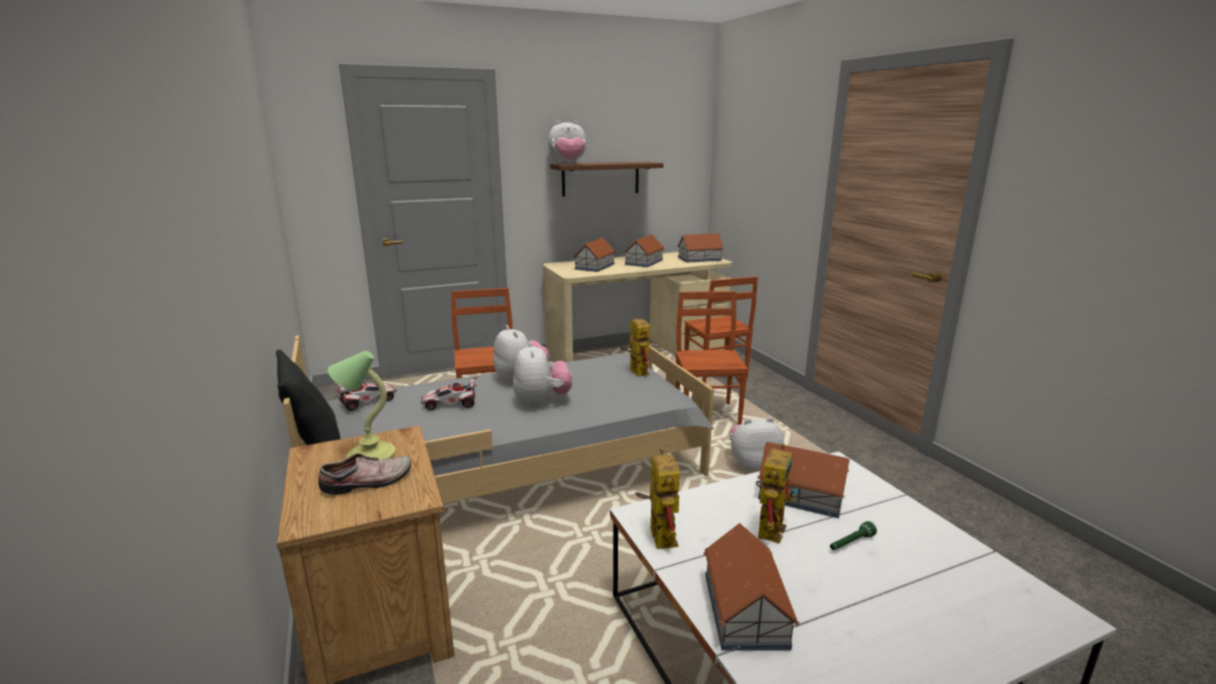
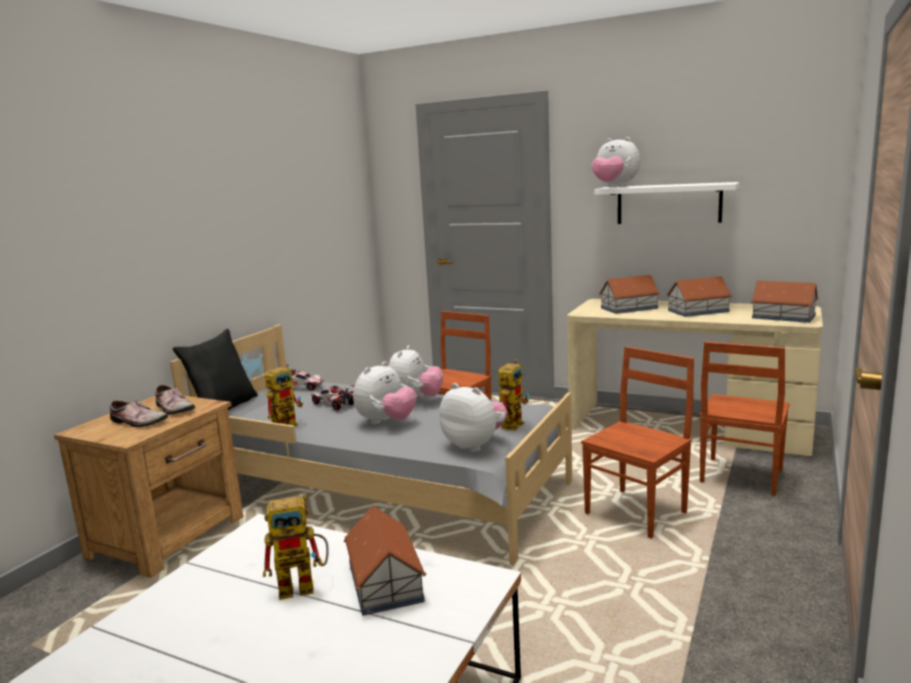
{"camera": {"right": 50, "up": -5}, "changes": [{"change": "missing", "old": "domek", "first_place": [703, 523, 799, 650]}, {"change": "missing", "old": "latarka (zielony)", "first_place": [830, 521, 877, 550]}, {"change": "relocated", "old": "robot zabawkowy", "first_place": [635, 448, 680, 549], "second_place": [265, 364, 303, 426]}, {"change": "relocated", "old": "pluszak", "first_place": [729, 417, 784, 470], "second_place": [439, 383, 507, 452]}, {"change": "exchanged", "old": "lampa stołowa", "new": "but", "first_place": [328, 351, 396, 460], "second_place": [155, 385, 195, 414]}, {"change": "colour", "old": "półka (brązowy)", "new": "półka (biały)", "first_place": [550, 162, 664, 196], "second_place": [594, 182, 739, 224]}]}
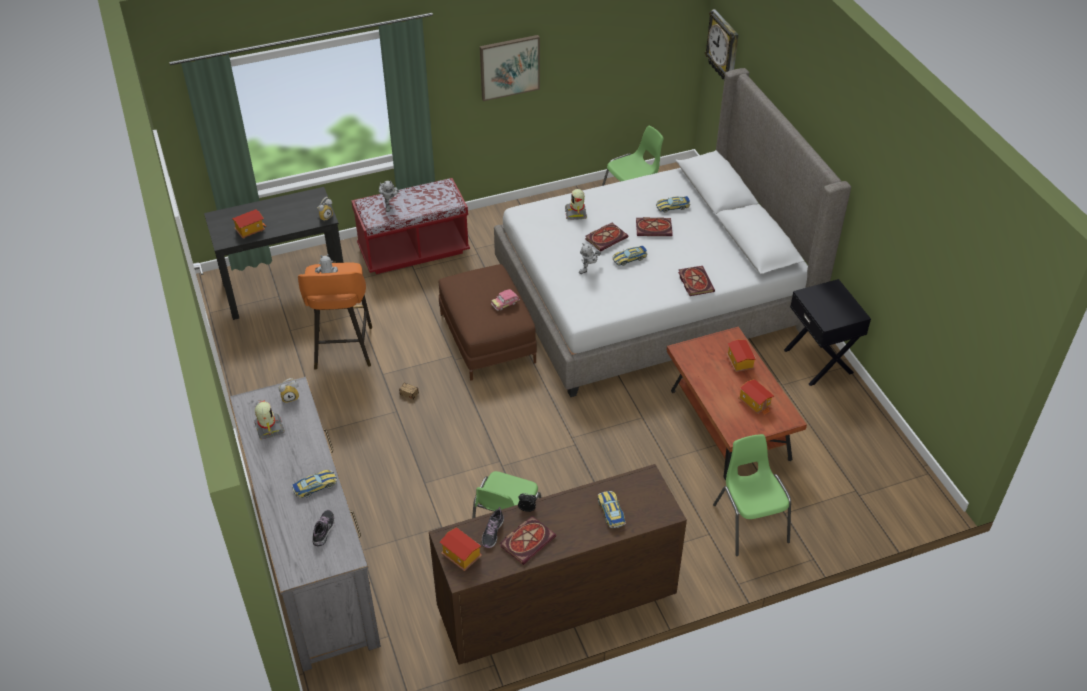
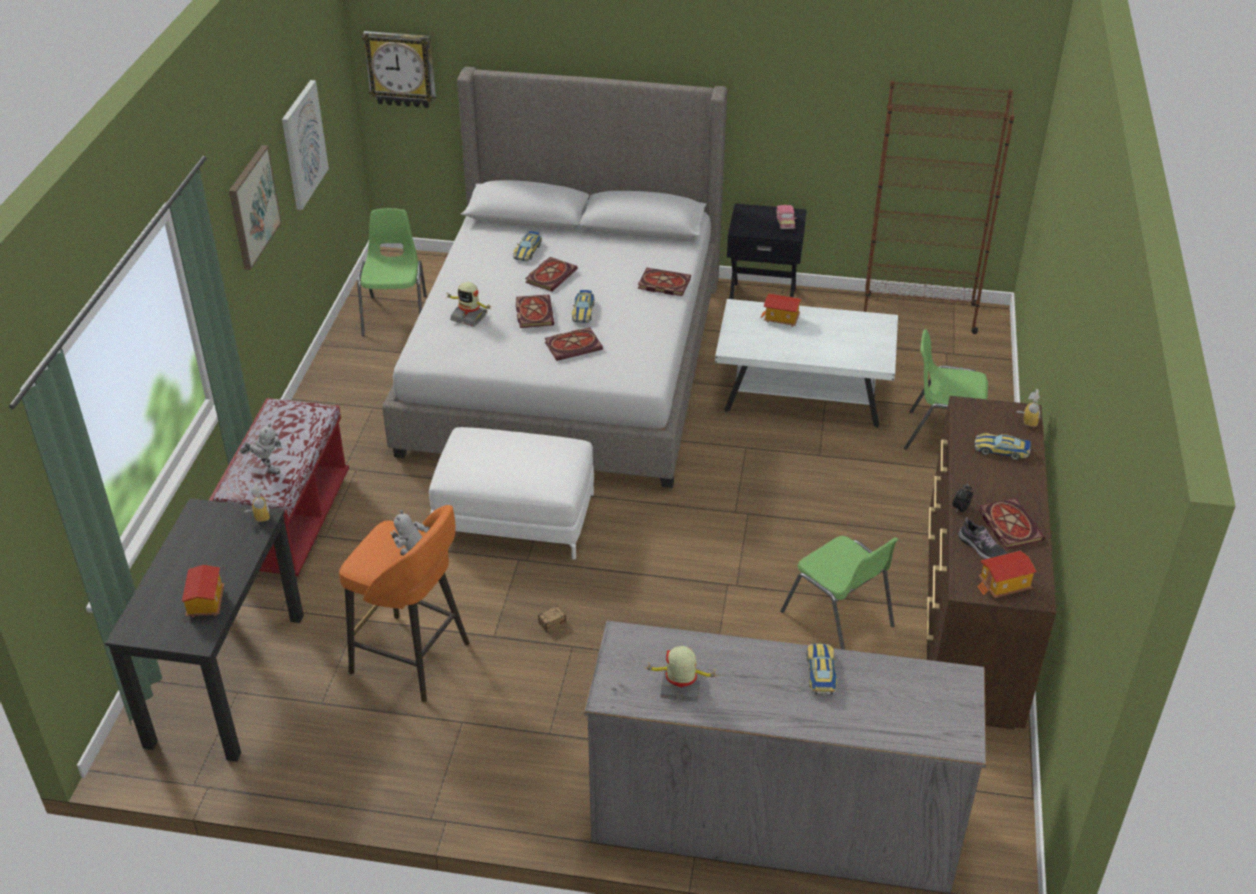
{"camera": {"right": -60, "up": -5}, "changes": [{"change": "missing", "old": "but", "first_place": [313, 510, 335, 546]}, {"change": "missing", "old": "domek", "first_place": [738, 379, 774, 415]}, {"change": "appeared", "new": "obraz", "second_place": [282, 80, 329, 210]}, {"change": "appeared", "new": "regał (brązowy)", "second_place": [864, 81, 1015, 334]}, {"change": "relocated", "old": "budzik", "first_place": [279, 378, 299, 403], "second_place": [1017, 389, 1040, 428]}, {"change": "relocated", "old": "samochodzik", "first_place": [491, 289, 520, 311], "second_place": [776, 205, 797, 229]}, {"change": "exchanged", "old": "robot zabawkowy", "new": "książka", "first_place": [579, 243, 601, 274], "second_place": [545, 327, 603, 361]}, {"change": "colour", "old": "pufa (brązowy)", "new": "pufa (biały)", "first_place": [439, 264, 537, 381], "second_place": [429, 427, 594, 560]}, {"change": "colour", "old": "ława (brązowy)", "new": "ława (biały)", "first_place": [666, 326, 807, 481], "second_place": [715, 299, 898, 428]}]}
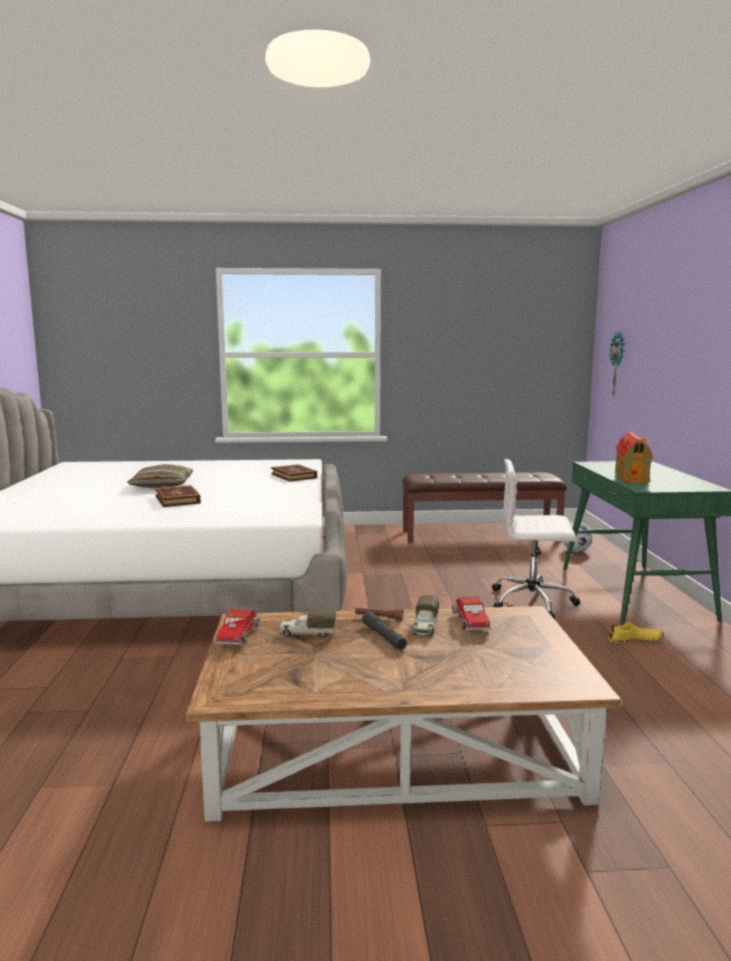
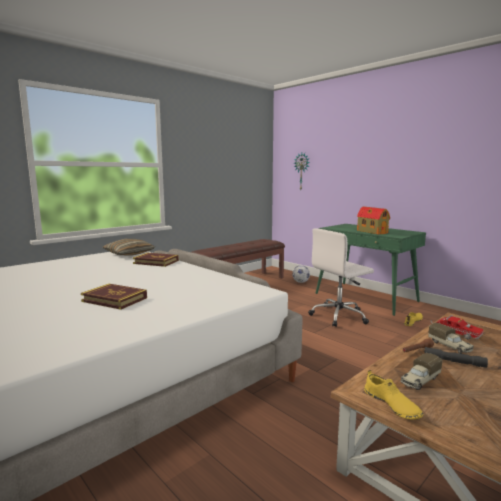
{"camera": {"right": -40, "up": 0}, "changes": [{"change": "relocated", "old": "poduszka", "first_place": [127, 464, 193, 489], "second_place": [102, 239, 155, 256]}, {"change": "exchanged", "old": "ciężarówka zabawkowa", "new": "but (żółty)", "first_place": [215, 608, 260, 645], "second_place": [364, 370, 423, 419]}]}
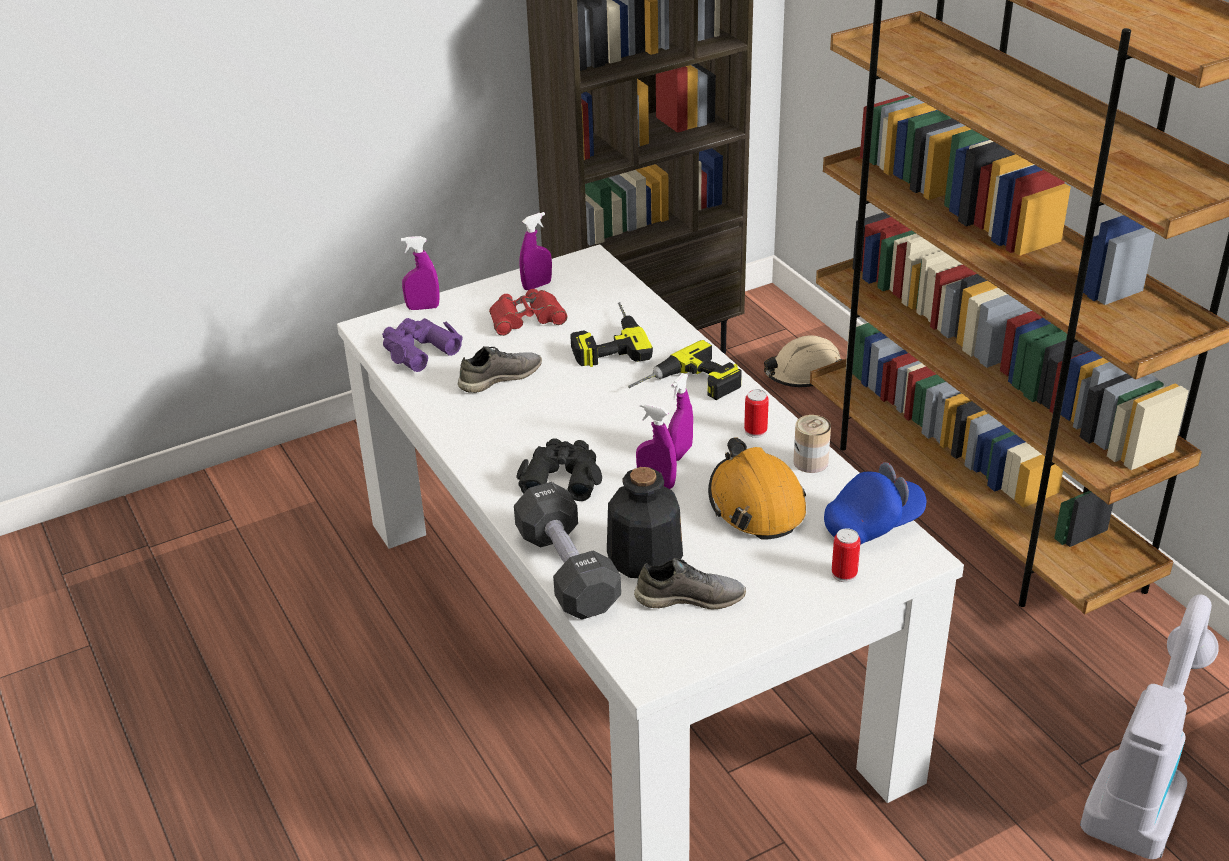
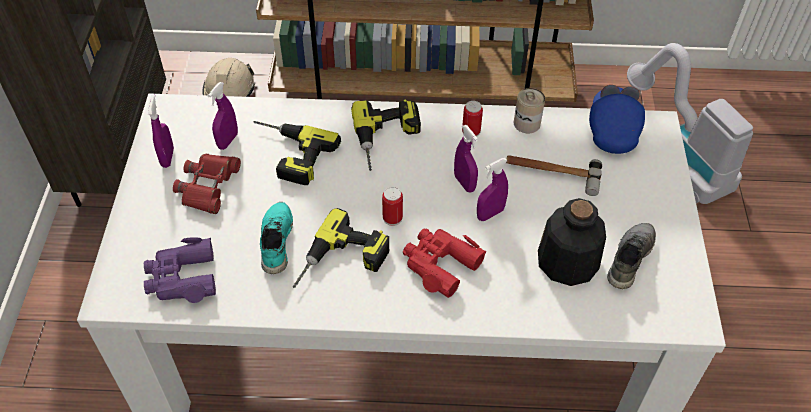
{"camera": {"right": -60, "up": 15}, "changes": [{"change": "missing", "old": "hantel (czarny)", "first_place": [514, 482, 621, 620]}, {"change": "appeared", "new": "wiertarka", "second_place": [293, 208, 389, 288]}, {"change": "relocated", "old": "spryskiwacz (fioletowy)", "first_place": [401, 236, 440, 310], "second_place": [208, 82, 238, 150]}, {"change": "relocated", "old": "puszka", "first_place": [832, 528, 861, 582], "second_place": [382, 187, 403, 226]}, {"change": "exchanged", "old": "kask (pomarańczowy)", "new": "młotek", "first_place": [708, 437, 806, 540], "second_place": [506, 155, 602, 196]}, {"change": "colour", "old": "but (szary)", "new": "but (turkusowy)", "first_place": [458, 346, 542, 393], "second_place": [260, 202, 293, 274]}, {"change": "colour", "old": "lornetka (czarny)", "new": "lornetka (czerwony)", "first_place": [516, 438, 602, 501], "second_place": [403, 229, 486, 298]}]}
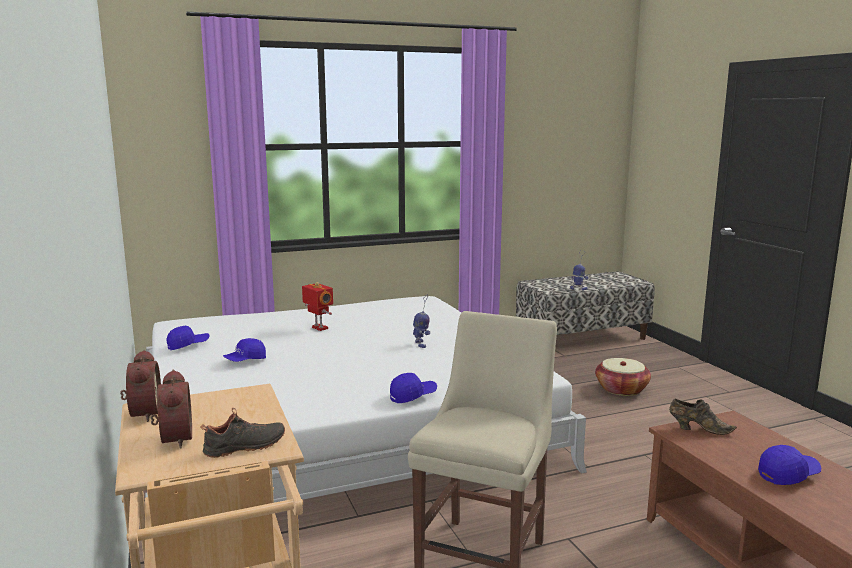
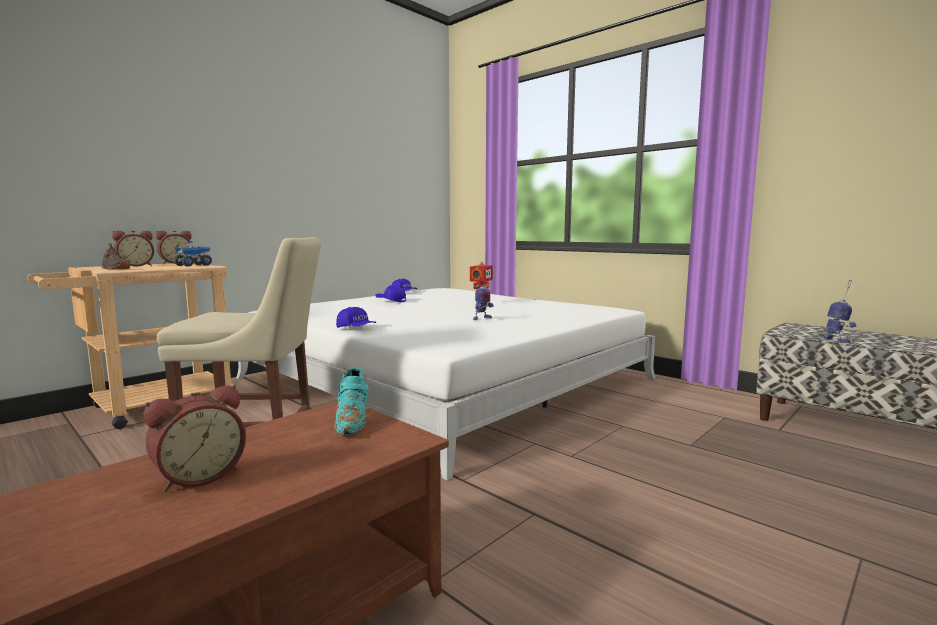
{"camera": {"right": 65, "up": -5}, "changes": [{"change": "missing", "old": "koszyk", "first_place": [595, 358, 651, 396]}, {"change": "appeared", "new": "ciężarówka zabawkowa", "second_place": [174, 240, 212, 267]}, {"change": "exchanged", "old": "czapka z daszkiem (niebieski)", "new": "budzik", "first_place": [758, 445, 821, 485], "second_place": [144, 385, 246, 492]}, {"change": "colour", "old": "but (brązowy)", "new": "but (turkusowy)", "first_place": [669, 399, 737, 435], "second_place": [334, 368, 369, 435]}]}
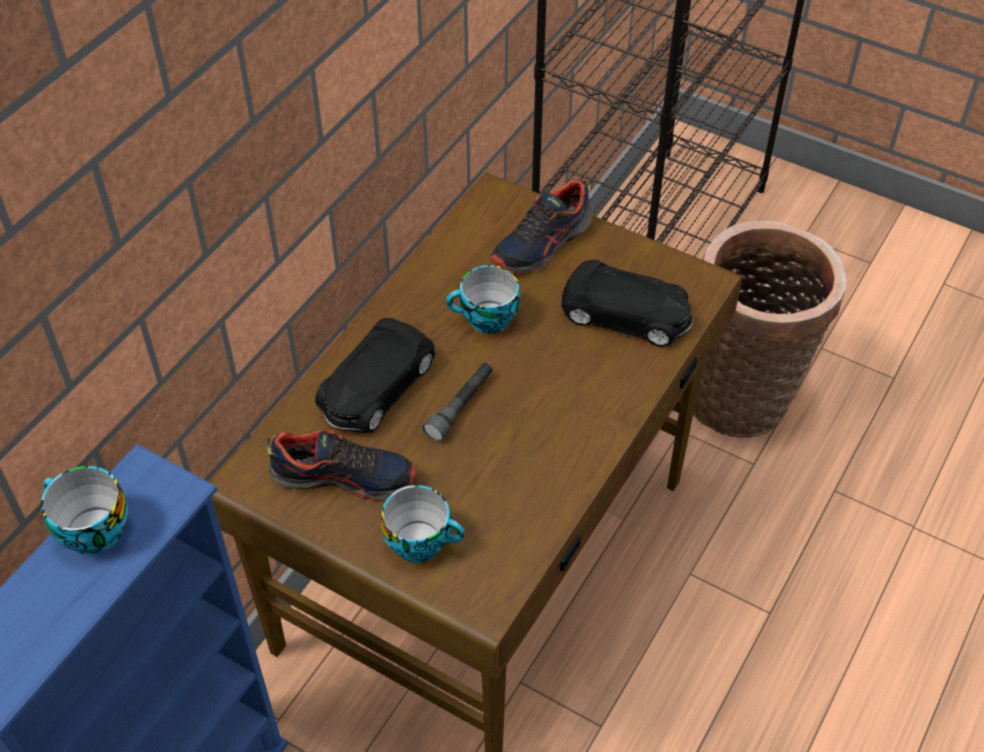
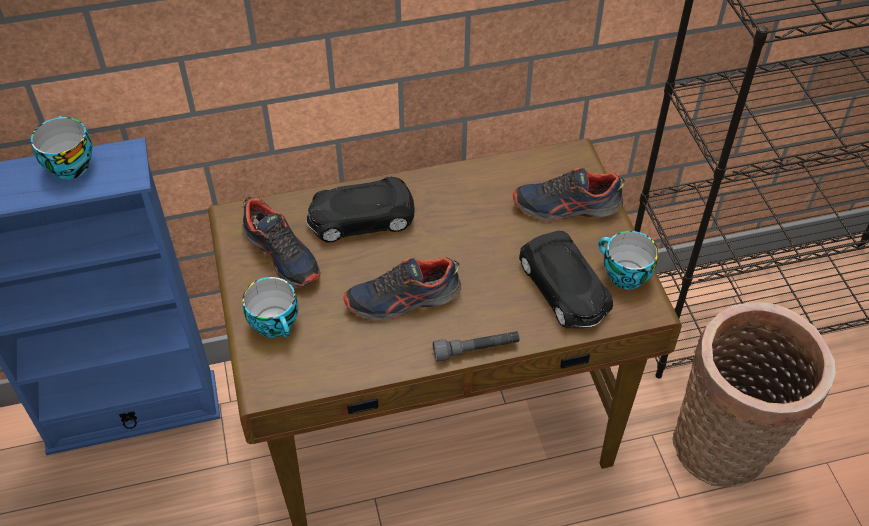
{"camera": {"right": 45, "up": 0}, "changes": [{"change": "appeared", "new": "but", "second_place": [344, 257, 461, 321]}, {"change": "relocated", "old": "latarka (szary)", "first_place": [423, 363, 493, 442], "second_place": [433, 331, 519, 362]}, {"change": "relocated", "old": "filiżanka", "first_place": [446, 265, 520, 334], "second_place": [599, 231, 658, 289]}]}
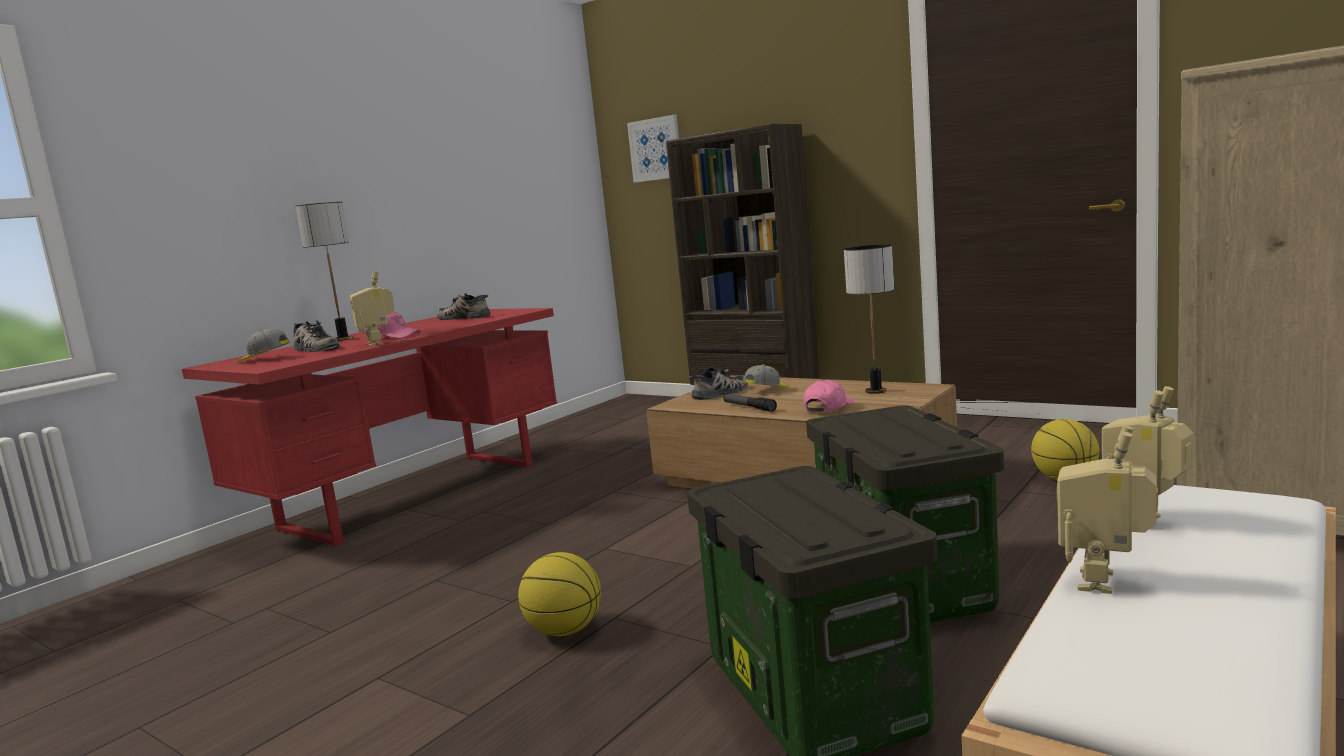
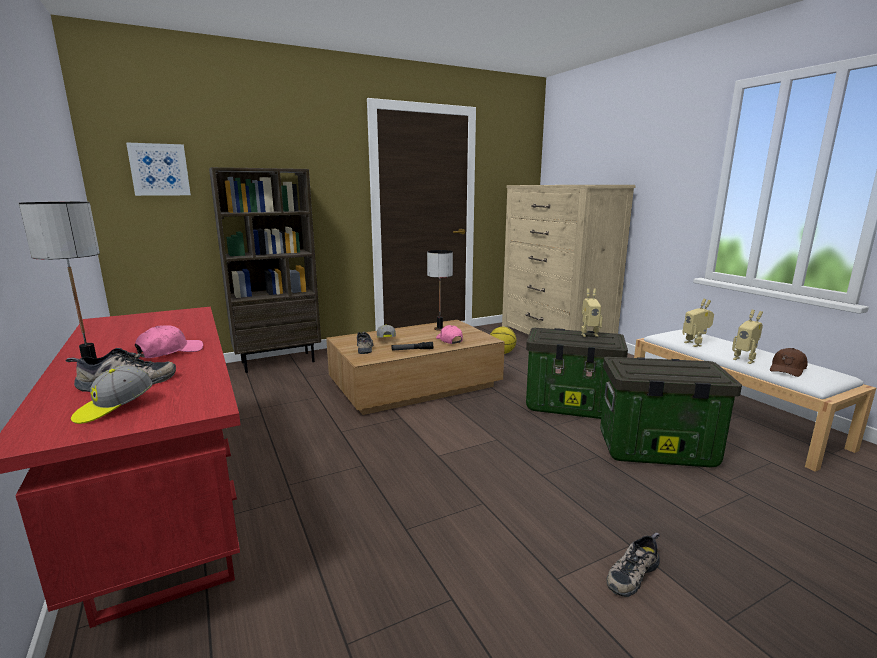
{"camera": {"right": -65, "up": 5}, "changes": [{"change": "missing", "old": "piłka do koszykówki", "first_place": [518, 552, 601, 636]}, {"change": "appeared", "new": "czapka z daszkiem (brązowy)", "second_place": [770, 348, 808, 377]}, {"change": "relocated", "old": "robot zabawkowy", "first_place": [350, 271, 395, 346], "second_place": [581, 288, 603, 337]}, {"change": "relocated", "old": "but", "first_place": [436, 293, 491, 320], "second_place": [606, 532, 660, 597]}]}
